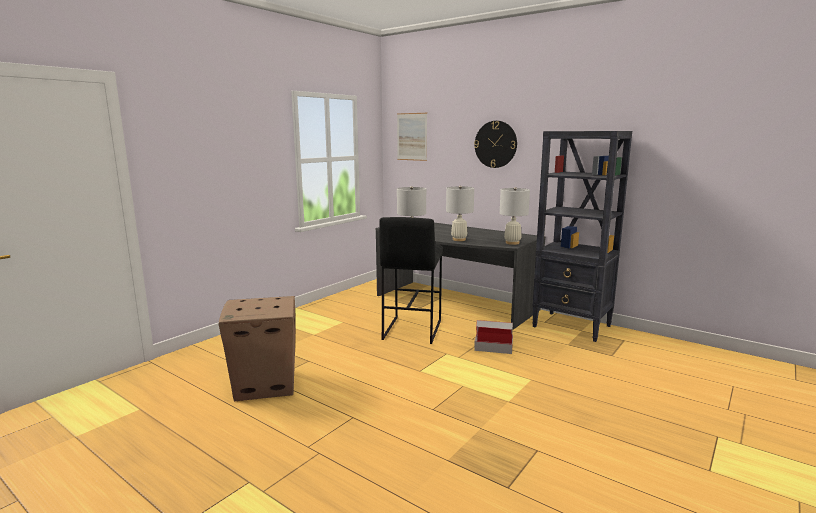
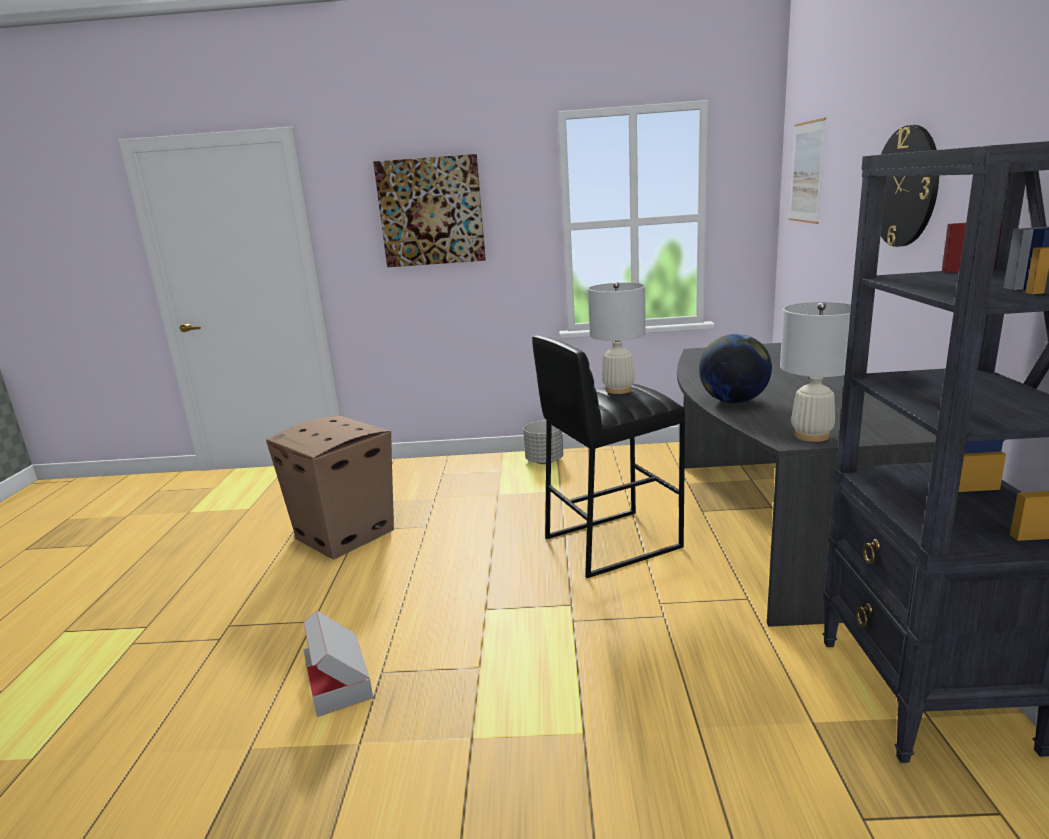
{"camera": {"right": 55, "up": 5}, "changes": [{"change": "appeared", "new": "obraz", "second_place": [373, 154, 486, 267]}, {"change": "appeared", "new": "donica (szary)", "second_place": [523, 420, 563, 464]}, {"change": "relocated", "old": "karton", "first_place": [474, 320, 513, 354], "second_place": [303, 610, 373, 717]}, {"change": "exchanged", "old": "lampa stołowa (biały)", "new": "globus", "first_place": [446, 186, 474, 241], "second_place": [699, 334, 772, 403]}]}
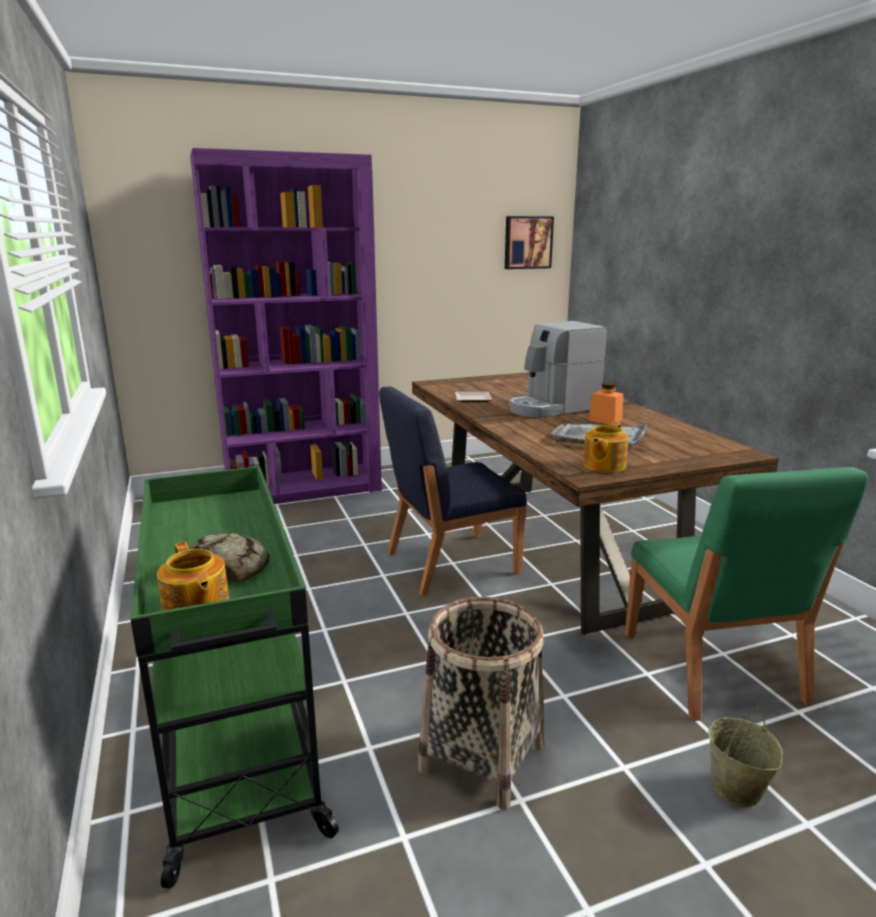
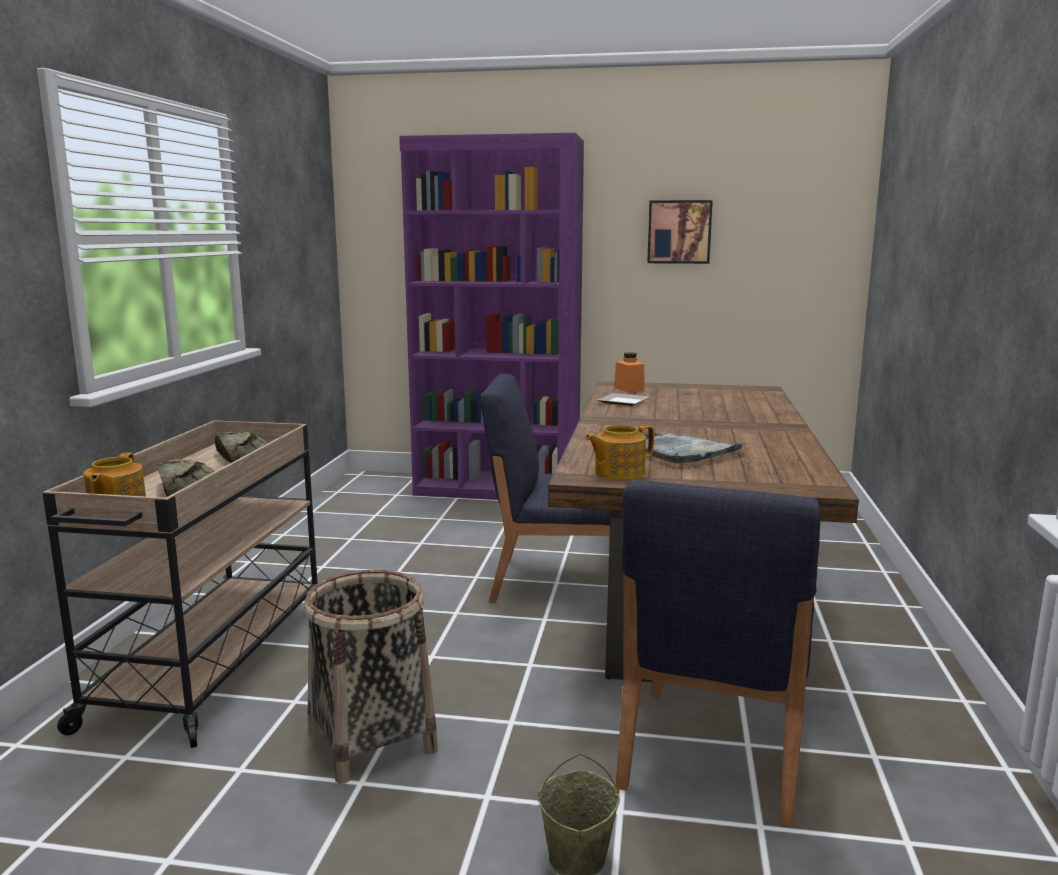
{"camera": {"right": 30, "up": -5}, "changes": [{"change": "missing", "old": "ekspres do kawy", "first_place": [509, 321, 607, 418]}, {"change": "appeared", "new": "chleb", "second_place": [215, 432, 268, 463]}, {"change": "relocated", "old": "obraz", "first_place": [505, 216, 554, 269], "second_place": [647, 200, 713, 264]}, {"change": "relocated", "old": "słoik (pomarańczowy)", "first_place": [589, 382, 623, 425], "second_place": [614, 352, 645, 392]}, {"change": "colour", "old": "wózek (zielony)", "new": "wózek (beżowy)", "first_place": [131, 466, 339, 889], "second_place": [43, 420, 318, 748]}, {"change": "colour", "old": "krzesło (zielony)", "new": "krzesło (niebieski)", "first_place": [625, 467, 868, 721], "second_place": [616, 480, 820, 827]}]}
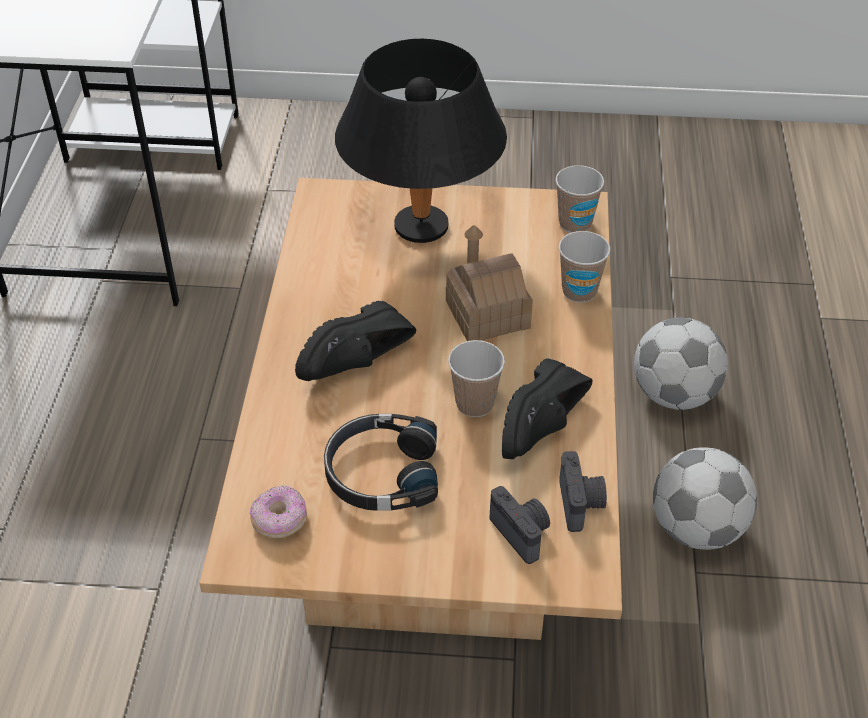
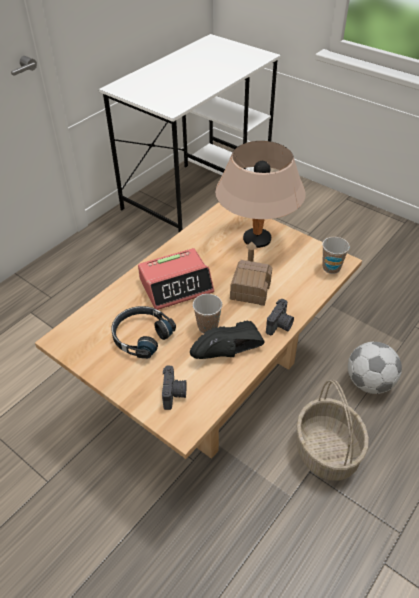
{"camera": {"right": 35, "up": 0}, "changes": [{"change": "missing", "old": "donut", "first_place": [250, 485, 307, 538]}, {"change": "missing", "old": "filiżanka", "first_place": [559, 231, 610, 302]}, {"change": "relocated", "old": "aparat fotograficzny", "first_place": [559, 451, 607, 532], "second_place": [266, 299, 294, 336]}, {"change": "exchanged", "old": "but (czarny)", "new": "budzik", "first_place": [295, 301, 416, 381], "second_place": [138, 248, 214, 310]}, {"change": "exchanged", "old": "piłka futbolowa", "new": "koszyk", "first_place": [653, 447, 757, 550], "second_place": [296, 380, 369, 480]}, {"change": "colour", "old": "lampa stołowa (czarny)", "new": "lampa stołowa (beżowy)", "first_place": [335, 39, 507, 243], "second_place": [215, 141, 306, 248]}]}
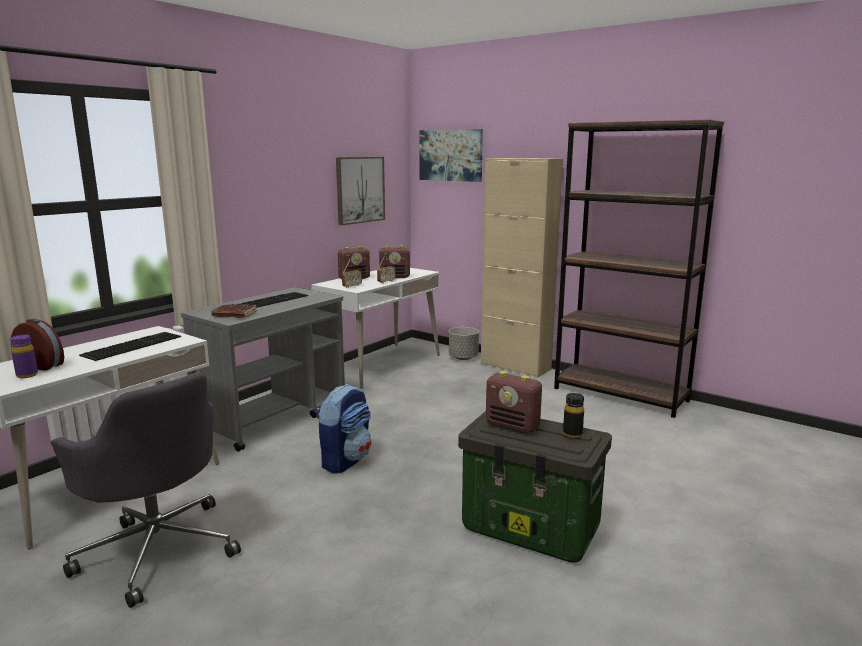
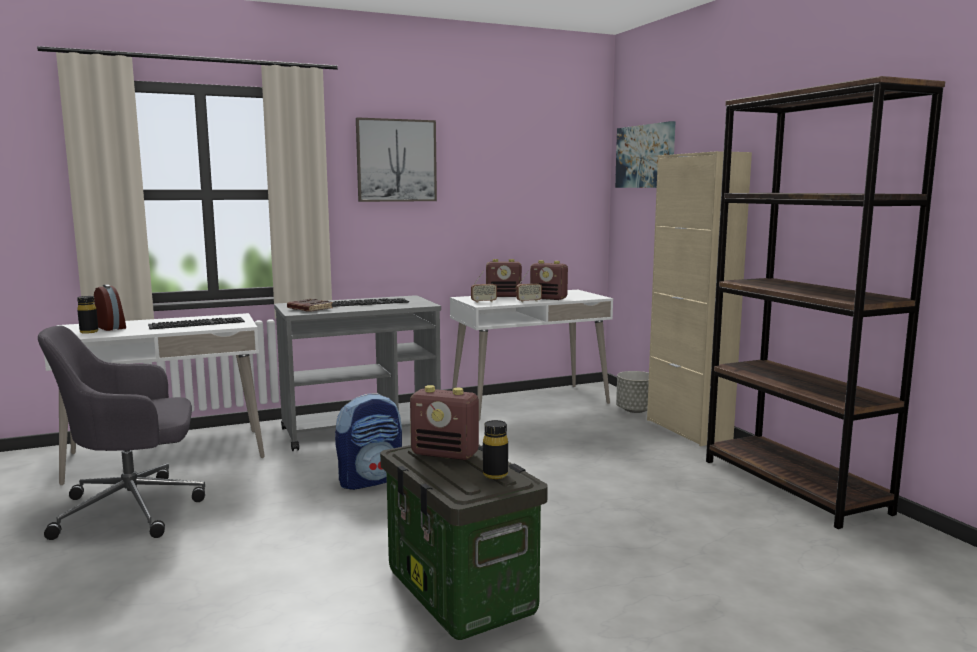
{"camera": {"right": 30, "up": -5}, "changes": [{"change": "relocated", "old": "obraz", "first_place": [336, 157, 385, 225], "second_place": [356, 117, 437, 202]}, {"change": "colour", "old": "butelka (fioletowy)", "new": "butelka (czarny)", "first_place": [10, 334, 38, 378], "second_place": [77, 296, 98, 334]}, {"change": "spun", "old": "krzesło biurowe (szary)", "first_place": [51, 373, 241, 608], "second_place": [38, 325, 205, 540], "degrees": 90}, {"change": "spun", "old": "radio", "first_place": [486, 371, 542, 434], "second_place": [410, 385, 479, 460], "degrees": -45}]}
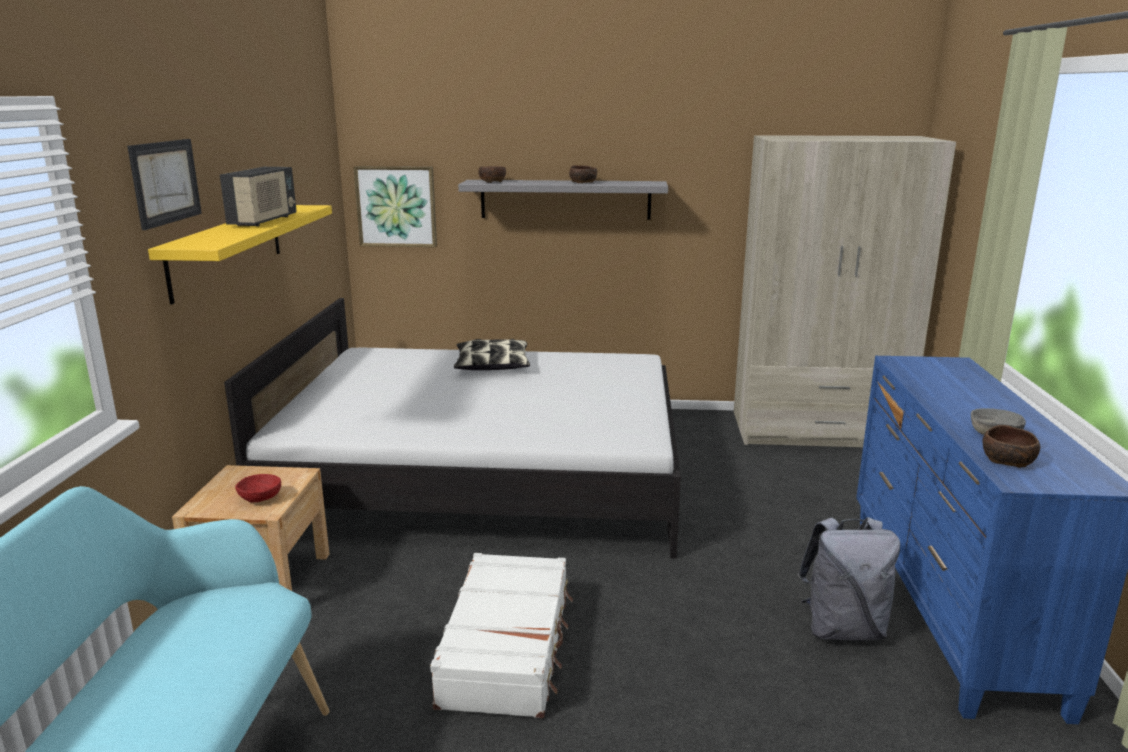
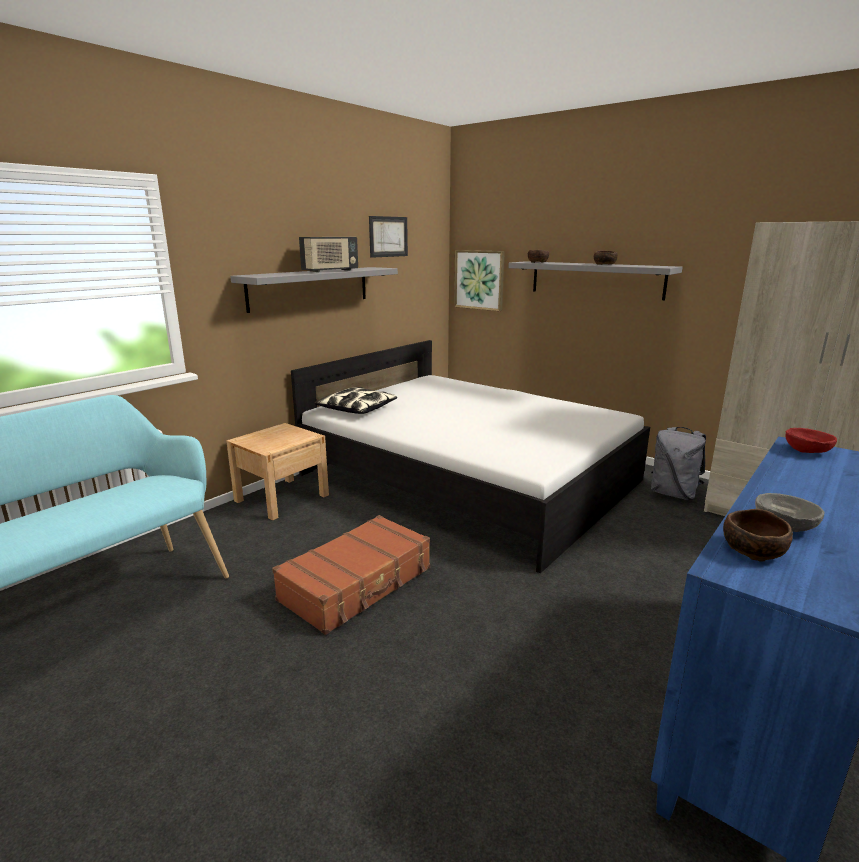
{"camera": {"right": 35, "up": 0}, "changes": [{"change": "relocated", "old": "obraz", "first_place": [127, 139, 202, 230], "second_place": [369, 216, 408, 258]}, {"change": "relocated", "old": "miska (czerwony)", "first_place": [235, 474, 281, 503], "second_place": [786, 428, 837, 453]}, {"change": "relocated", "old": "poduszka", "first_place": [454, 339, 530, 370], "second_place": [315, 387, 397, 414]}, {"change": "relocated", "old": "plecak (szary)", "first_place": [798, 517, 900, 640], "second_place": [651, 427, 706, 500]}, {"change": "colour", "old": "półka (żółty)", "new": "półka (szary)", "first_place": [148, 205, 332, 304], "second_place": [230, 267, 398, 313]}, {"change": "colour", "old": "walizka (biały)", "new": "walizka (brązowy)", "first_place": [430, 553, 573, 718], "second_place": [272, 515, 430, 635]}]}
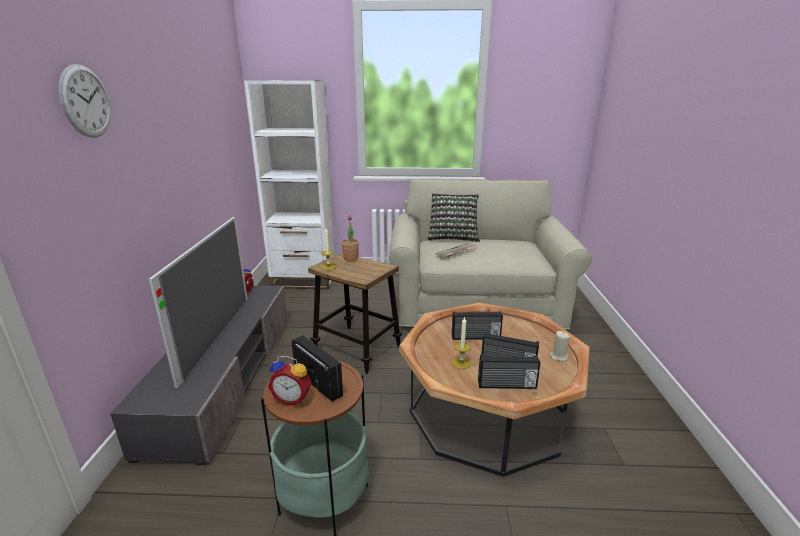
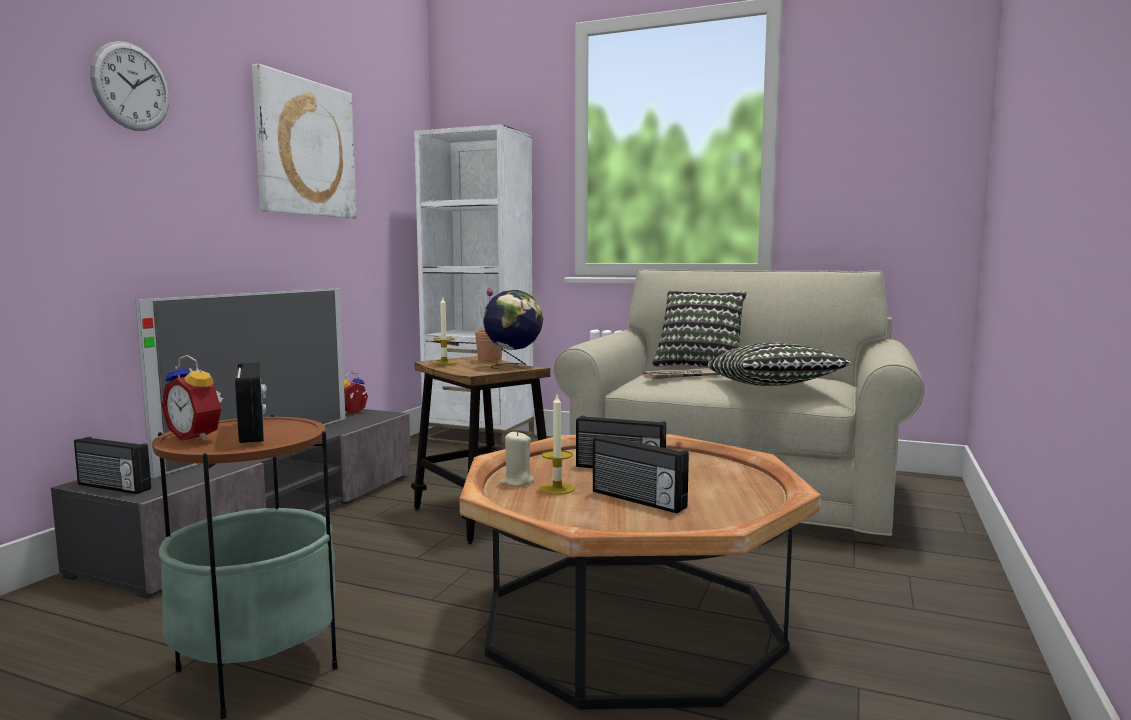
{"camera": {"right": 20, "up": -15}, "changes": [{"change": "appeared", "new": "obraz", "second_place": [252, 64, 356, 219]}, {"change": "appeared", "new": "globus", "second_place": [483, 290, 543, 369]}, {"change": "appeared", "new": "poduszka", "second_place": [707, 342, 852, 386]}, {"change": "relocated", "old": "radio", "first_place": [478, 355, 541, 389], "second_place": [74, 437, 151, 494]}, {"change": "relocated", "old": "świeca (beżowy)", "first_place": [550, 331, 570, 361], "second_place": [500, 431, 534, 487]}]}
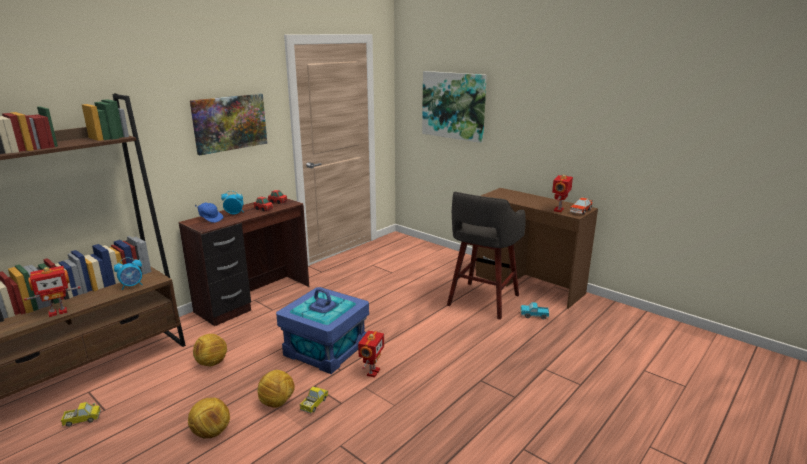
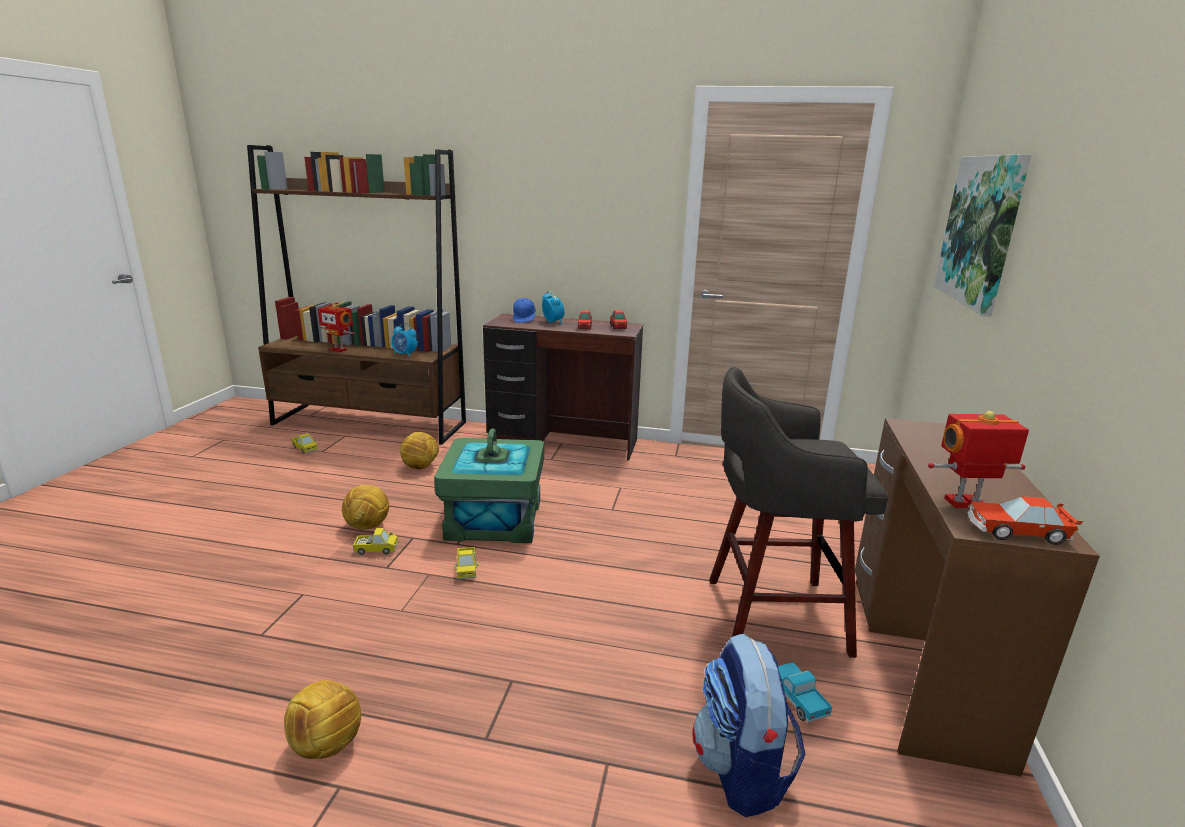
{"camera": {"right": 60, "up": 0}, "changes": [{"change": "missing", "old": "obraz", "first_place": [190, 94, 267, 155]}, {"change": "appeared", "new": "plecak", "second_place": [693, 633, 806, 817]}, {"change": "relocated", "old": "piłka futbolowa", "first_place": [188, 397, 230, 438], "second_place": [284, 680, 361, 759]}, {"change": "exchanged", "old": "robot zabawkowy", "new": "ciężarówka zabawkowa", "first_place": [358, 331, 384, 378], "second_place": [454, 547, 478, 579]}, {"change": "colour", "old": "pojemnik do przechowywania (niebieski)", "new": "pojemnik do przechowywania (zielony)", "first_place": [276, 287, 369, 374], "second_place": [434, 428, 544, 543]}]}
